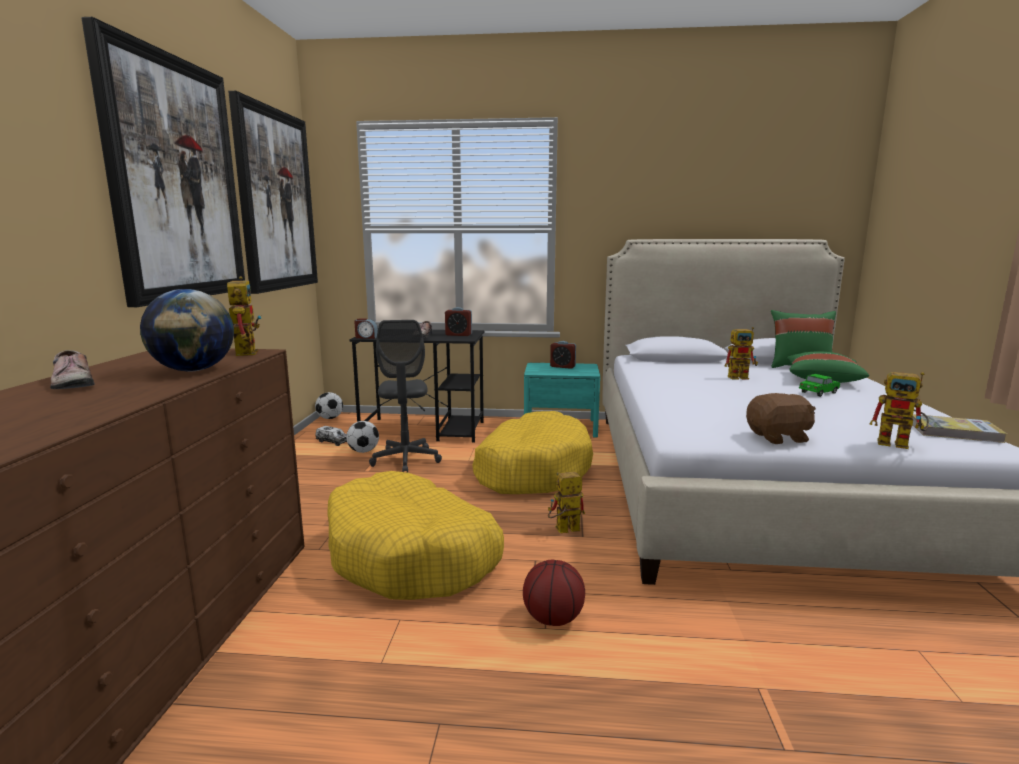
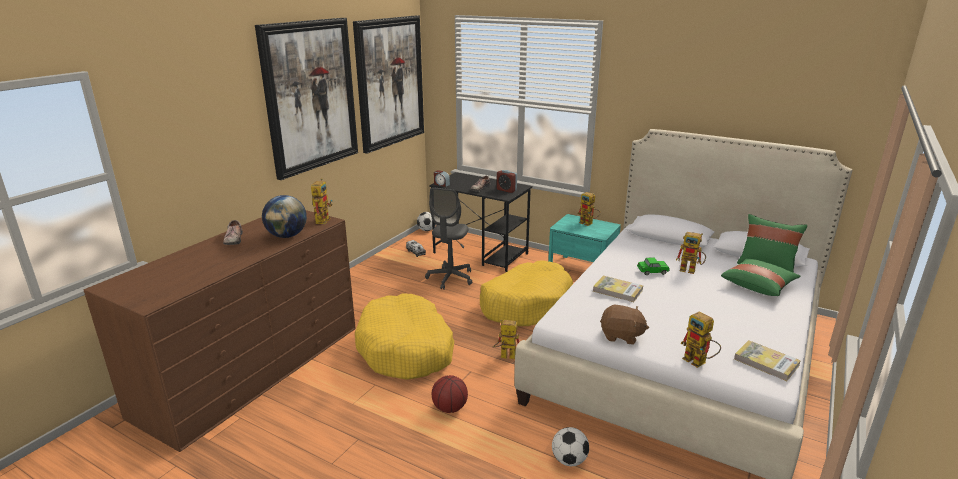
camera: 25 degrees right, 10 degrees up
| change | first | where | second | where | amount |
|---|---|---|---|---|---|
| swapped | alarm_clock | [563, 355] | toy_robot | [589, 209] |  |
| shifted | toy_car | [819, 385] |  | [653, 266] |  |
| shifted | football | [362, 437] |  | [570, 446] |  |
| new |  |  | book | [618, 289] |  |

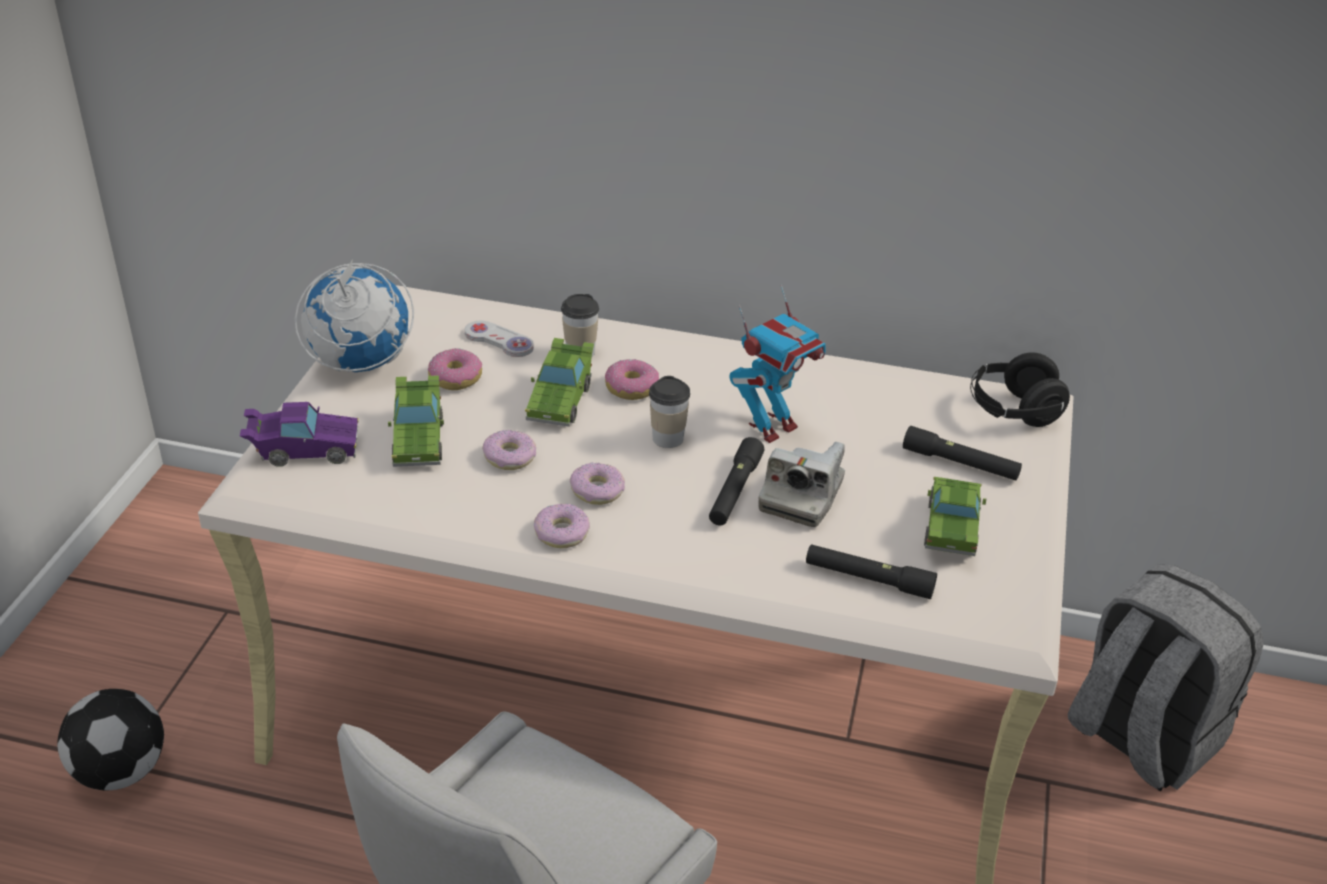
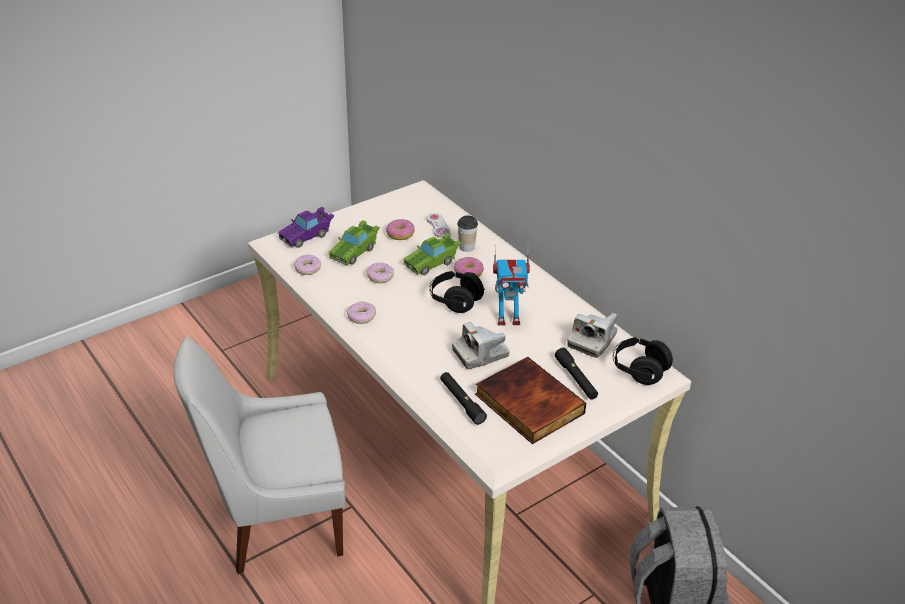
camera: 40 degrees right, 0 degrees up
| change | first | where | second | where | amount |
|---|---|---|---|---|---|
| gone | globe | [354, 315] |  |  |  |
| swapped | cup | [669, 412] | black_headphones | [457, 292] |  |
| rotated | purple_toy_car | [299, 434] |  | [305, 227] | 105 degrees clockwise |
| gone | black_flashlight | [736, 481] |  |  |  |
| shifted | donut | [597, 484] |  | [307, 265] |  |
| swapped | green_toy_car | [955, 516] | book | [530, 400] |  |
| gone | football | [110, 739] |  |  |  |
| new |  |  | photo_camera | [592, 335] |  |

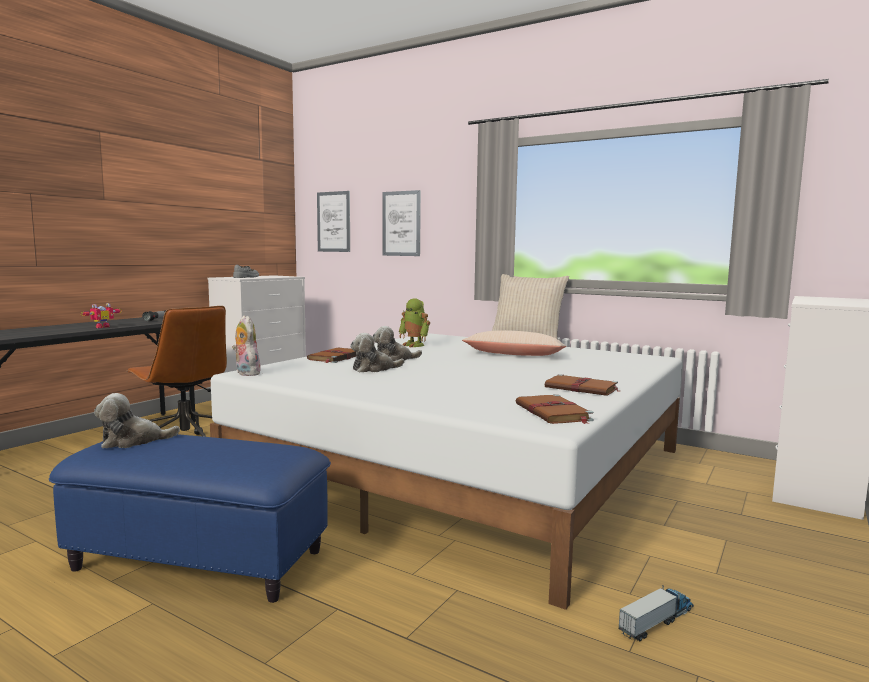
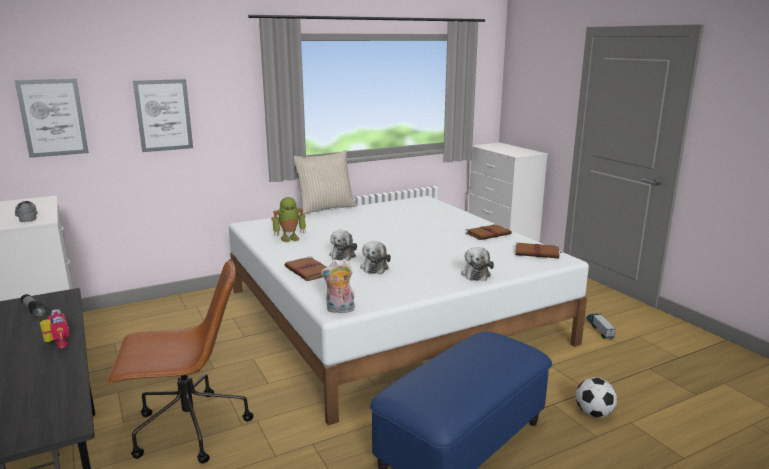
camera: 60 degrees left, 10 degrees up
| change | first | where | second | where | amount |
|---|---|---|---|---|---|
| gone | beige_pillow | [514, 343] |  |  |  |
| shifted | plush_toy | [137, 420] |  | [477, 264] |  |
| new |  |  | football | [596, 397] |  |

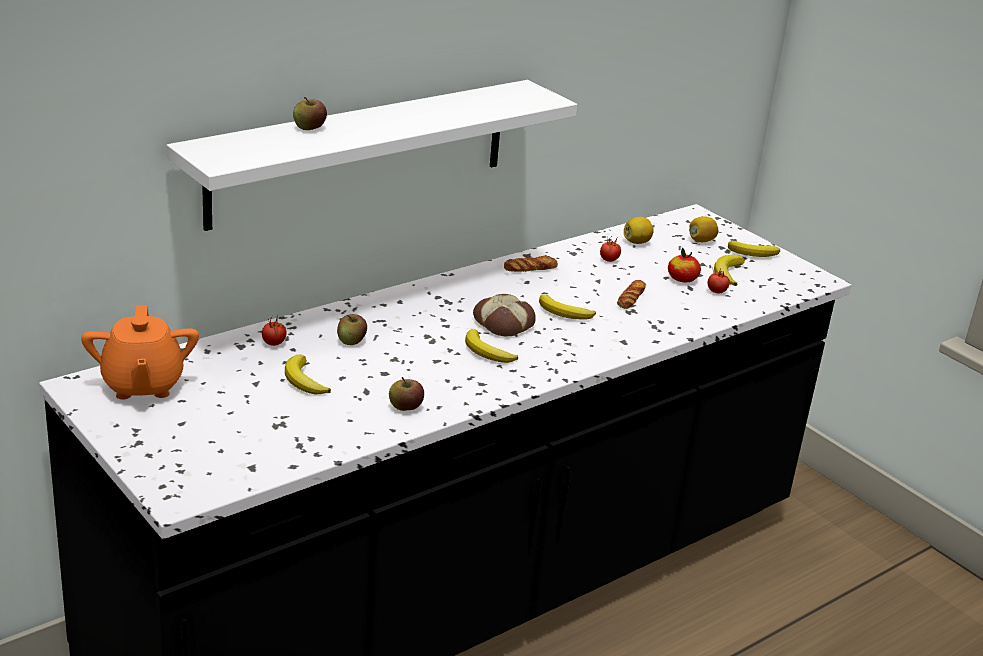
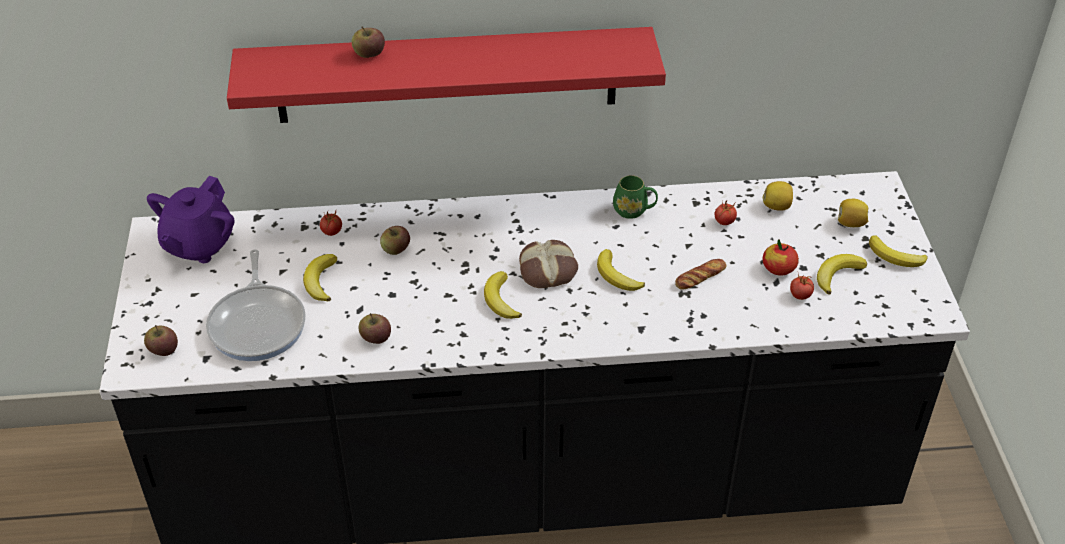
camera: 35 degrees right, 15 degrees up
| change | first | where | second | where | amount |
|---|---|---|---|---|---|
| repainted | white_shelf | [371, 155] | red_shelf | [446, 75] |  |
| swapped | bread | [531, 264] | green_mug | [635, 197] |  |
| repainted | orange_teapot | [140, 352] | purple_teapot | [191, 219] |  |
| new |  |  | frying_pan | [256, 305] |  |
| new |  |  | apple | [161, 340] |  |

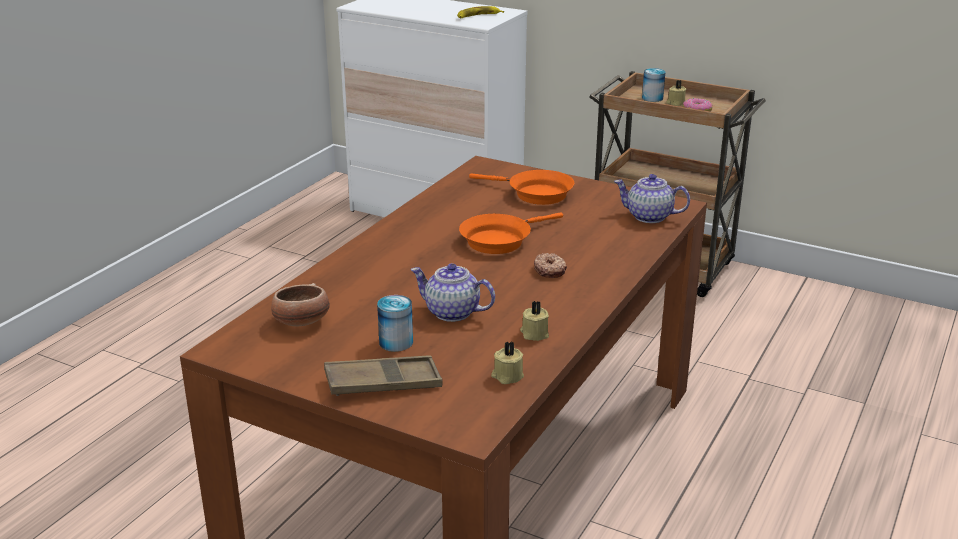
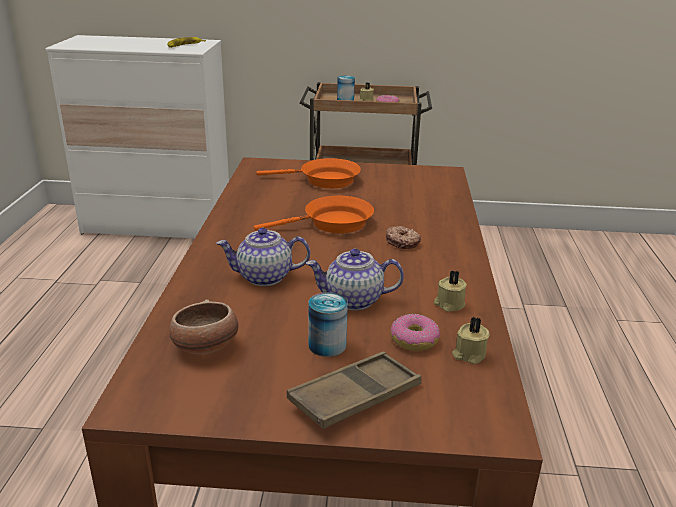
camera: 25 degrees left, 0 degrees up
| change | first | where | second | where | amount |
|---|---|---|---|---|---|
| shifted | teapot | [652, 198] |  | [263, 257] |  |
| rotated | orange_frying_pan | [511, 233] |  | [314, 214] | 135 degrees counterclockwise |
| new |  |  | donut | [415, 332] |  |

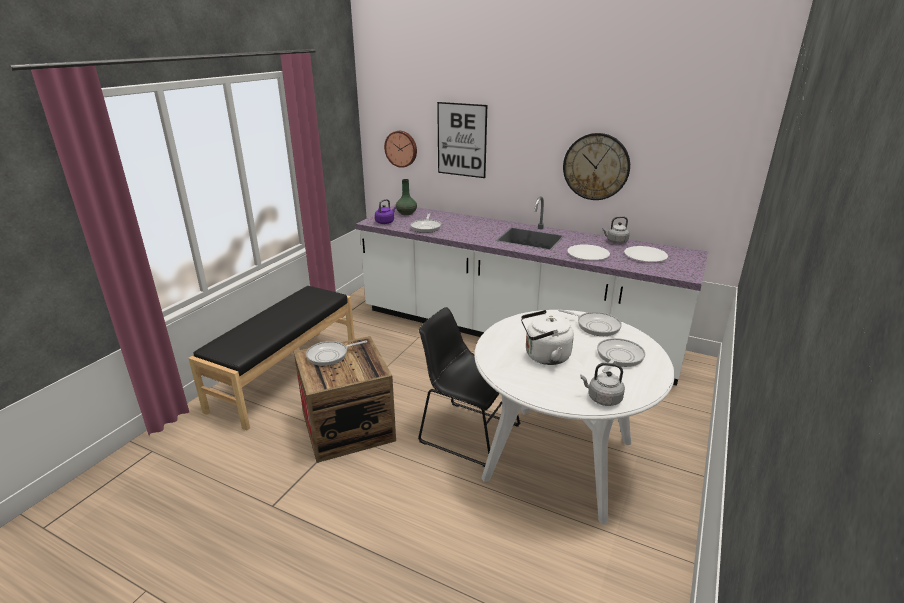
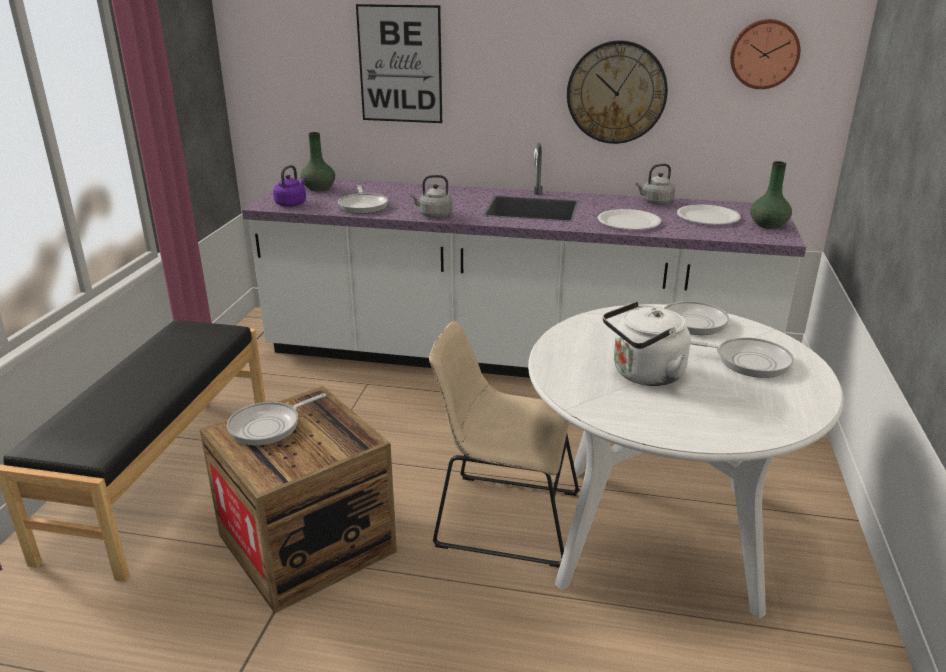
camera: 15 degrees left, 0 degrees up
| change | first | where | second | where | amount |
|---|---|---|---|---|---|
| shifted | wall_clock | [400, 149] |  | [765, 54] |  |
| repainted | black_chair | [469, 387] | beige_chair | [504, 444] |  |
| rotated | frying_pan | [621, 355] |  | [742, 357] | 90 degrees clockwise |
| shifted | grey_kettle | [602, 384] |  | [431, 196] |  |
| new |  |  | green_vase | [771, 195] |  |

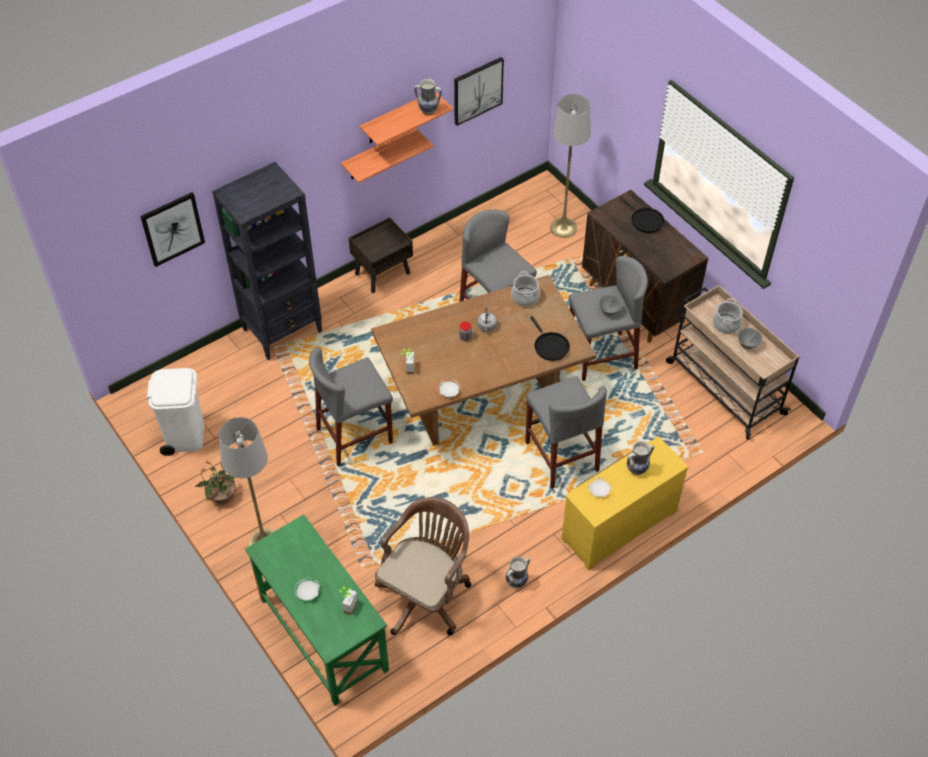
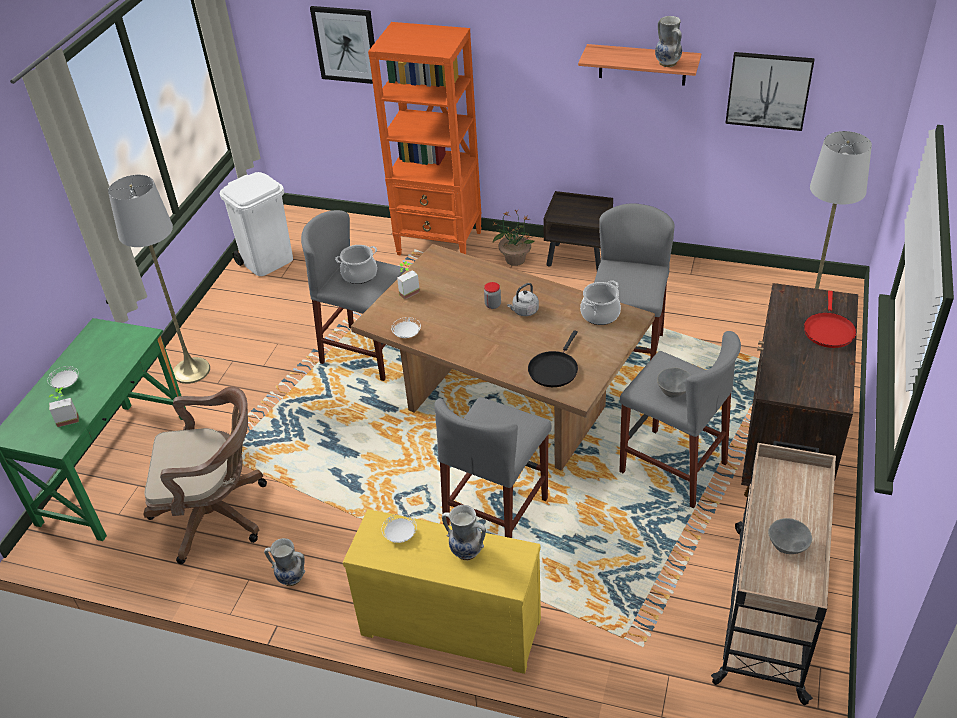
camera: 55 degrees right, 10 degrees down
| change | first | where | second | where | amount |
|---|---|---|---|---|---|
| gone | shelf | [387, 155] |  |  |  |
| repainted | black_bookcase | [267, 261] | orange_bookcase | [425, 138] |  |
| repainted | black_frying_pan | [642, 215] | red_frying_pan | [830, 319] |  |
| shifted | cooking_pot | [727, 315] |  | [356, 264] |  |
| shifted | potted_plant | [215, 482] |  | [513, 238] |  |

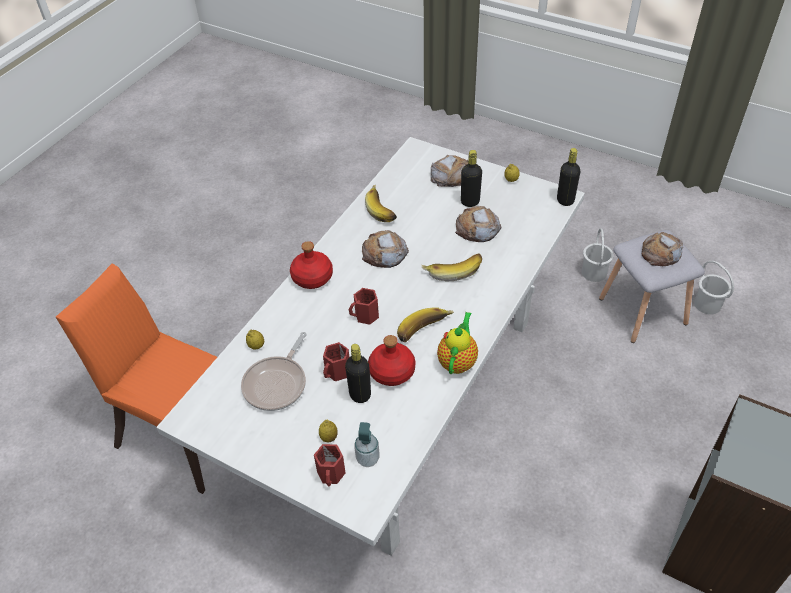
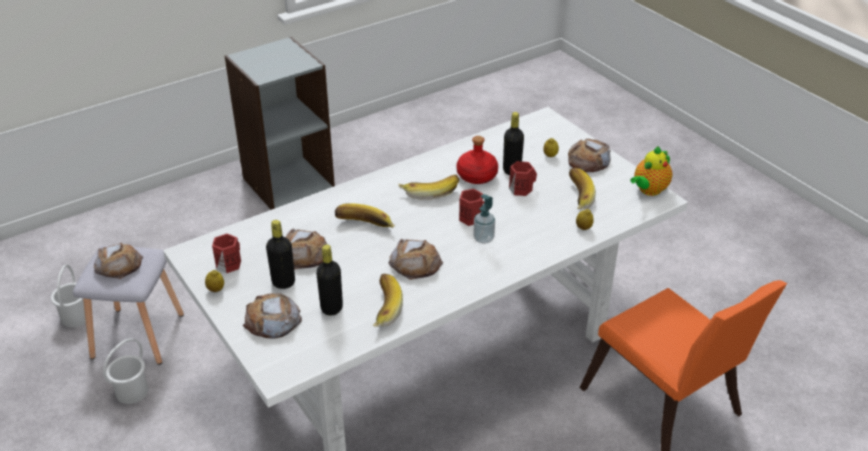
camera: 155 degrees left, 10 degrees down
| change | first | where | second | where | amount |
|---|---|---|---|---|---|
| shifted | black_bottle | [568, 177] |  | [329, 280] |  |
| gone | red_bottle | [311, 265] |  |  |  |
| shifted | teapot | [457, 343] |  | [651, 171] |  |
| swapped | frying_pan | [274, 371] | banana | [582, 188] |  |
| shifted | soap_dispenser | [367, 444] |  | [484, 219] |  |
| shifted | red_mug | [330, 465] |  | [226, 253] |  |
| new |  |  | bread | [589, 155] |  |

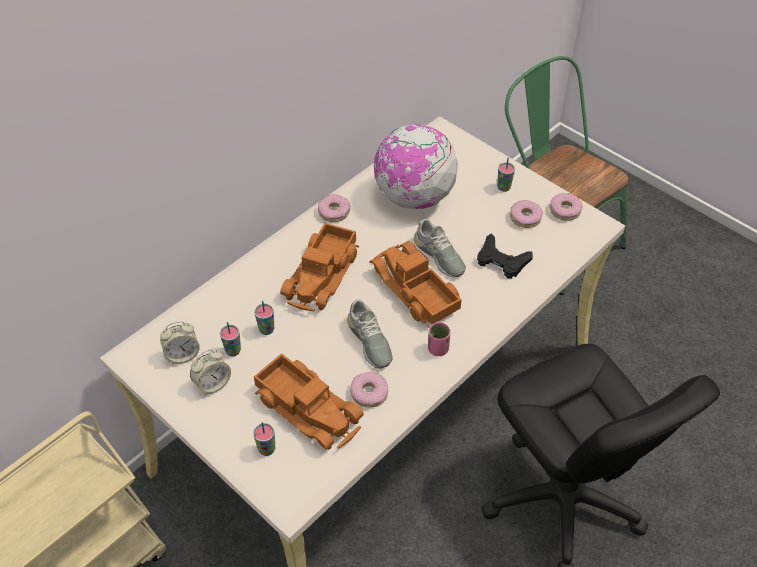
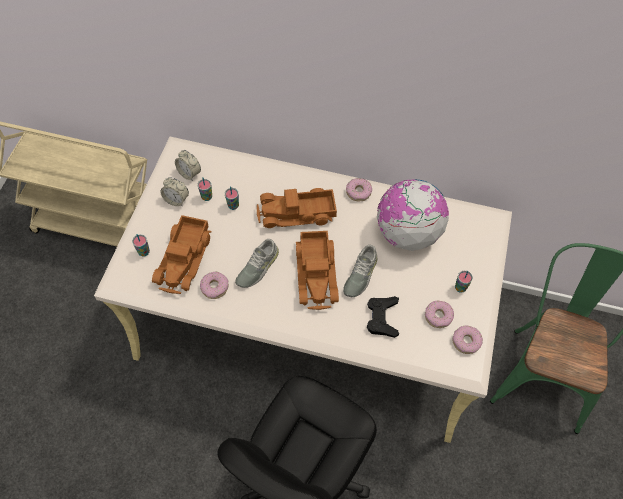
camera: 60 degrees right, 10 degrees up
| change | first | where | second | where | amount |
|---|---|---|---|---|---|
| rotated | toy_truck | [415, 282] |  | [317, 270] | 150 degrees clockwise |
| gone | pink_cup | [439, 339] |  |  |  |

